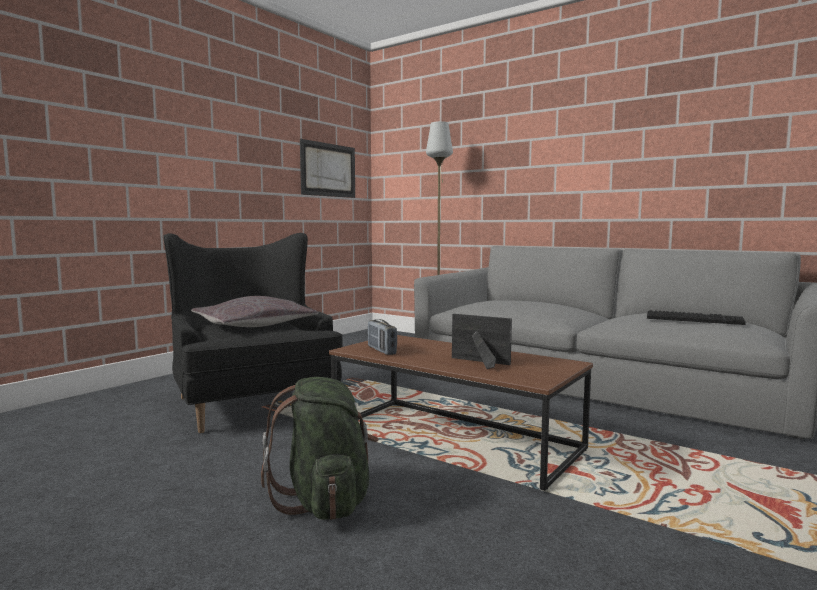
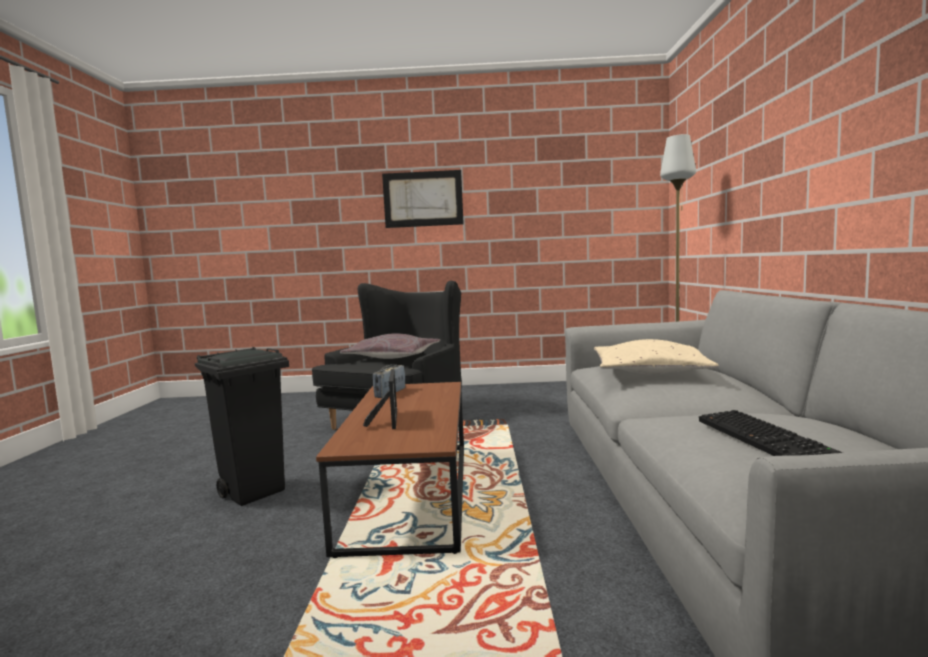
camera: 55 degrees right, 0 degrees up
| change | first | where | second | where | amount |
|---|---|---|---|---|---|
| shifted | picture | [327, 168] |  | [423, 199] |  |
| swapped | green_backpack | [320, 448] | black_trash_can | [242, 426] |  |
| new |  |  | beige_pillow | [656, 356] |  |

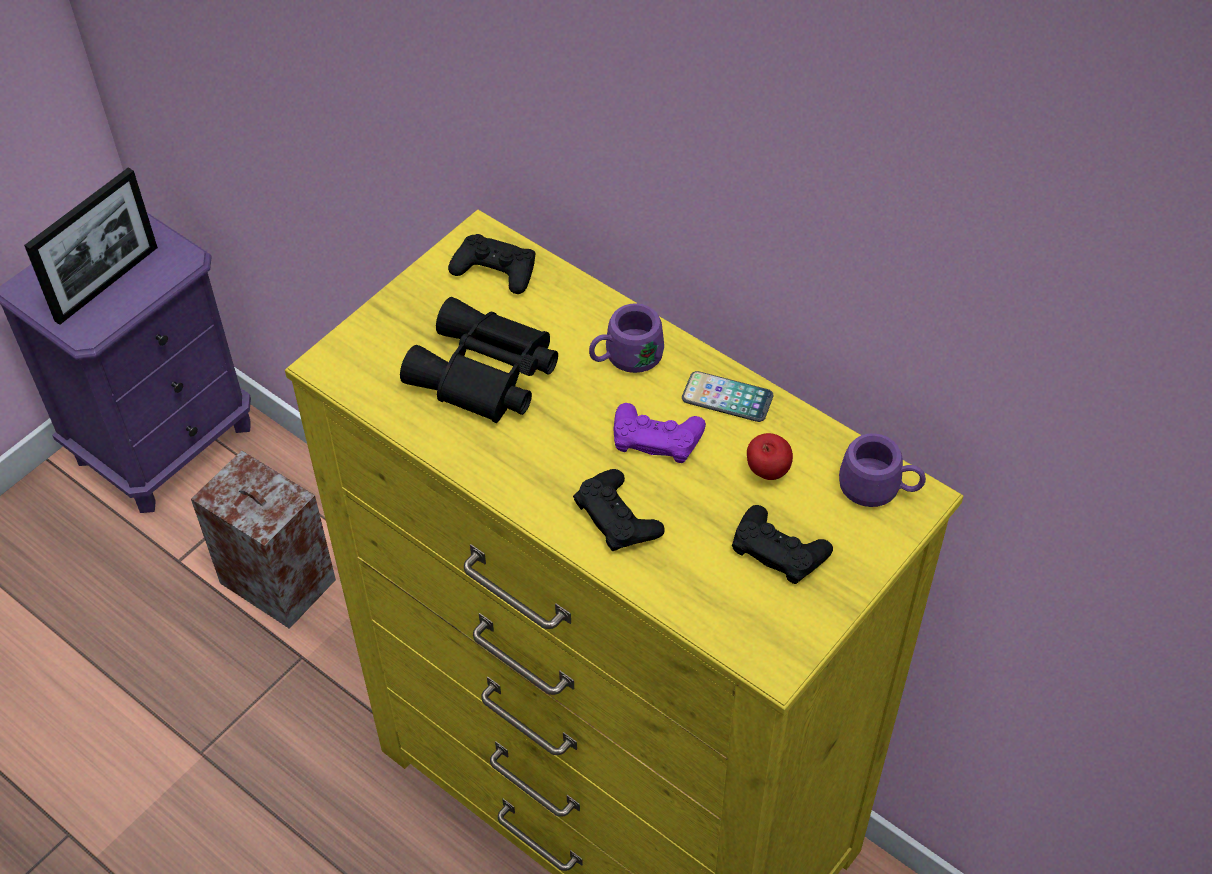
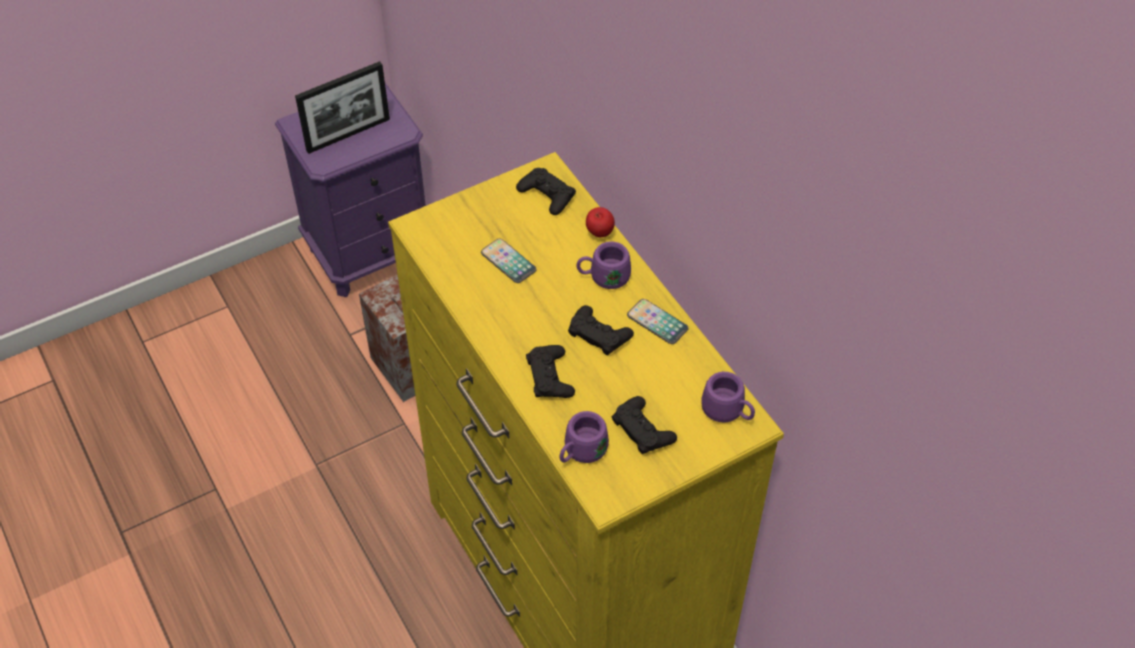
camera: 20 degrees right, 0 degrees up
| change | first | where | second | where | amount |
|---|---|---|---|---|---|
| swapped | black_binoculars | [479, 360] | phone | [509, 261] |  |
| repainted | purple_game_controller | [660, 433] | black_game_controller | [601, 330] |  |
| shifted | apple | [770, 456] |  | [600, 222] |  |
| new |  |  | purple_mug | [584, 437] |  |

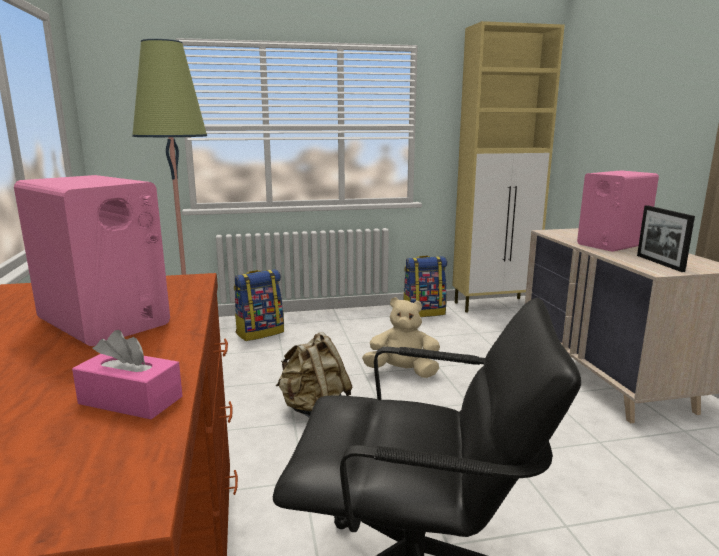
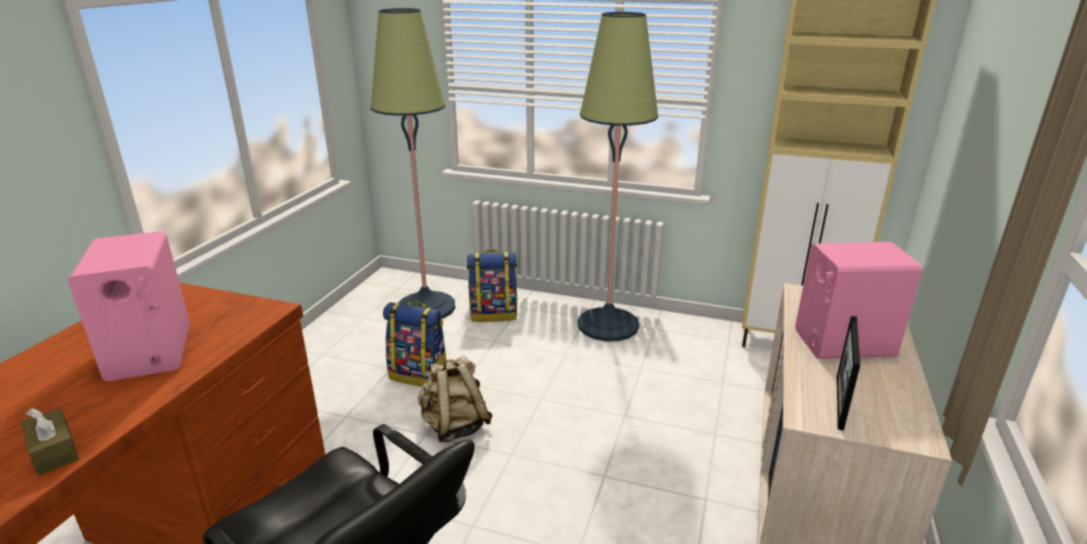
camera: 30 degrees right, 10 degrees up
| change | first | where | second | where | amount |
|---|---|---|---|---|---|
| shifted | backpack | [425, 286] |  | [415, 344] |  |
| gone | beige_plush_toy | [401, 337] |  |  |  |
| repainted | pink_tissue_box | [127, 374] | brown_tissue_box | [50, 441] |  |
| new |  |  | floor_lamp | [618, 177] |  |

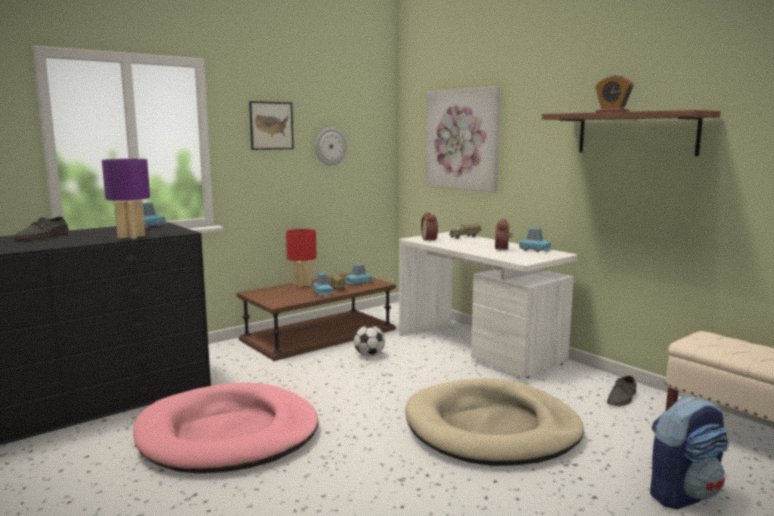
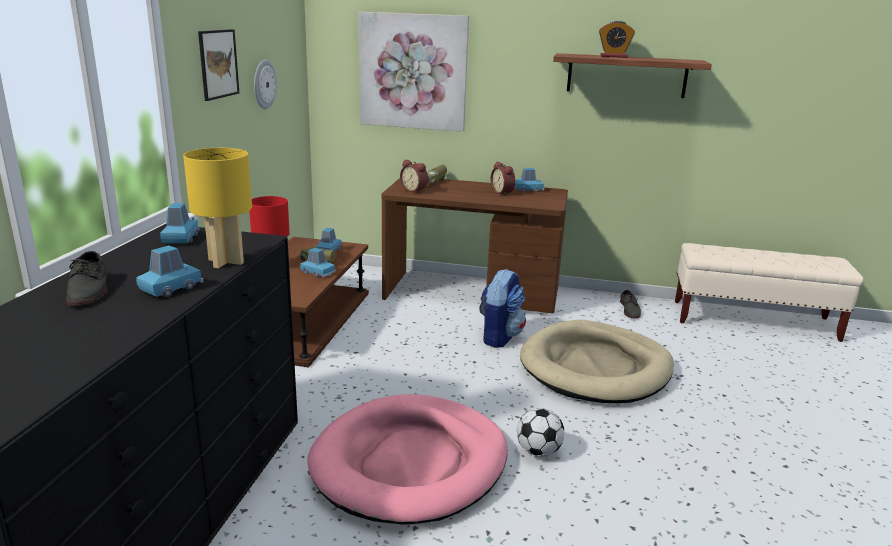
camera: 40 degrees left, 10 degrees up
| change | first | where | second | where | amount |
|---|---|---|---|---|---|
| repainted | purple_table_lamp | [126, 199] | yellow_table_lamp | [217, 208] |  |
| repainted | white_desk | [488, 305] | brown_desk | [475, 245] |  |
| shifted | football | [369, 341] |  | [541, 432] |  |
| shifted | backpack | [689, 453] |  | [502, 308] |  |
| new |  |  | blue_toy_car | [170, 271] |  |

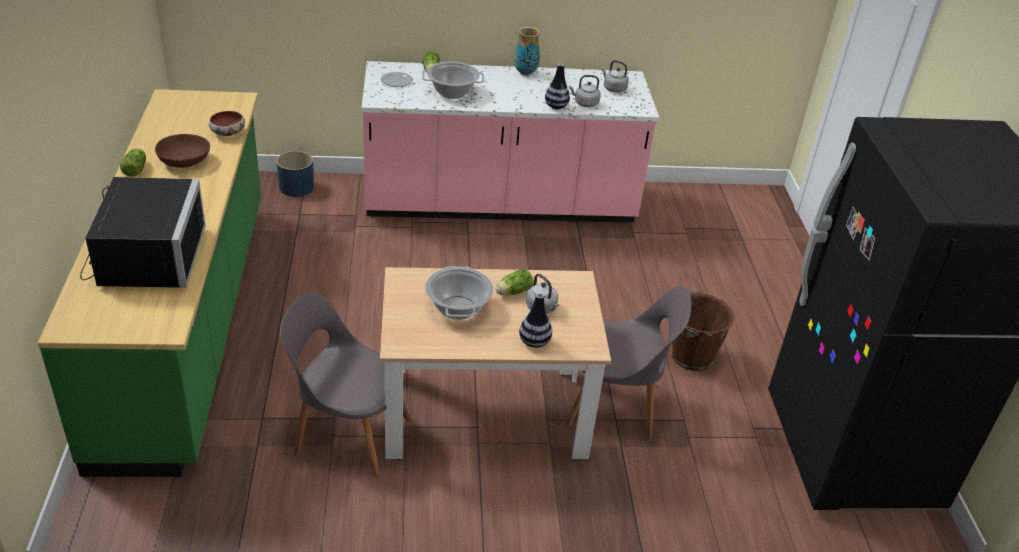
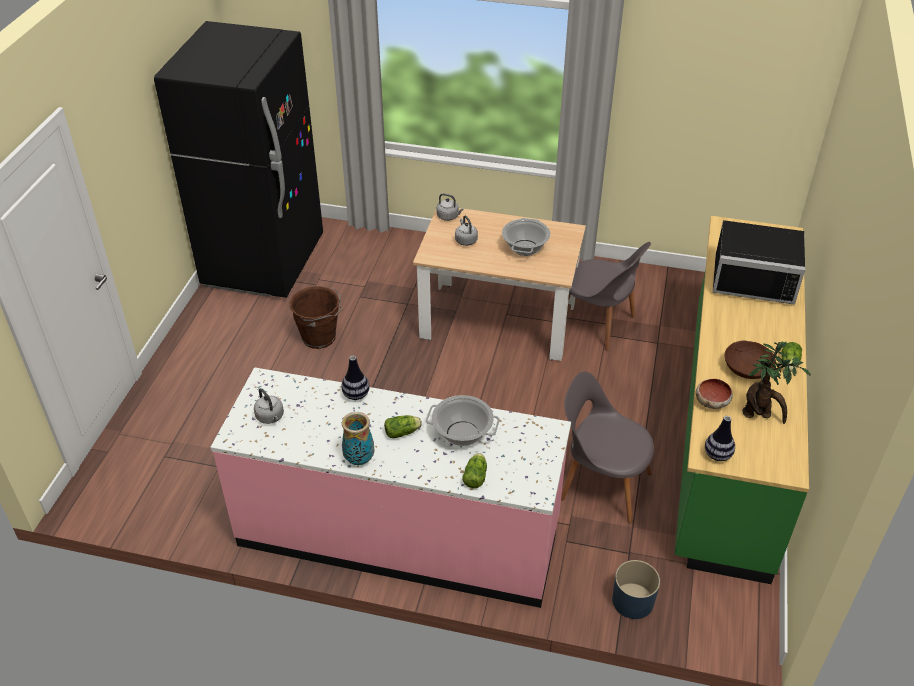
camera: 160 degrees left, 5 degrees up
| change | first | where | second | where | amount |
|---|---|---|---|---|---|
| gone | plate | [397, 79] |  |  |  |
| shifted | grey_kettle | [585, 91] |  | [450, 207] |  |
| rotated | black_microwave | [143, 232] |  | [759, 262] | 90 degrees counterclockwise |
| shifted | lettuce | [514, 282] |  | [403, 426] |  |
| shifted | grey_chair | [628, 363] |  | [607, 447] |  |
| shifted | vase | [535, 320] |  | [720, 438] |  |
| new |  |  | potted_plant | [776, 383] |  |

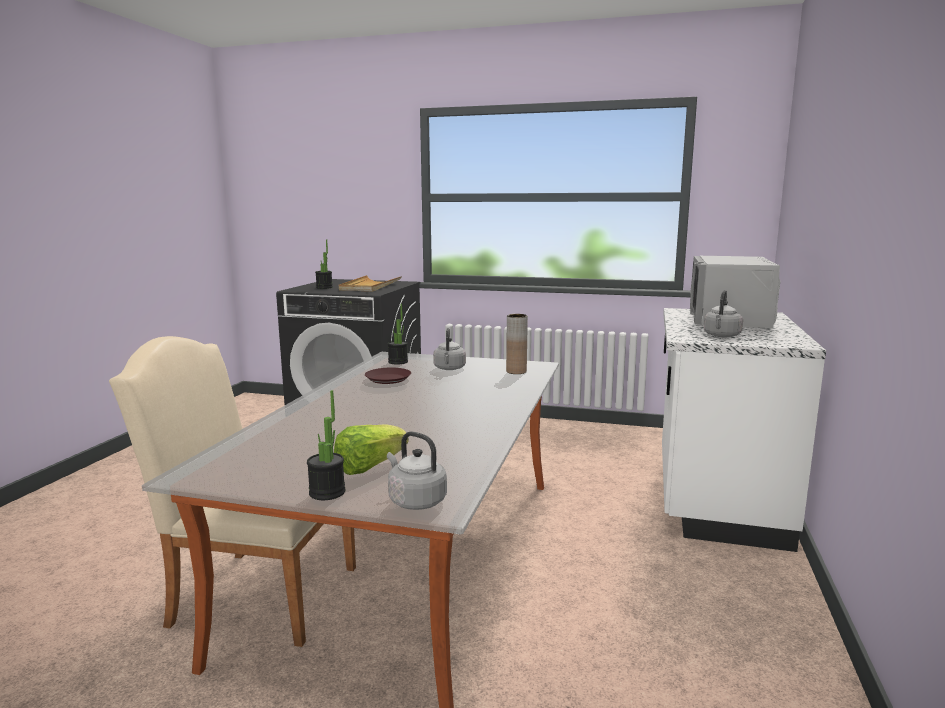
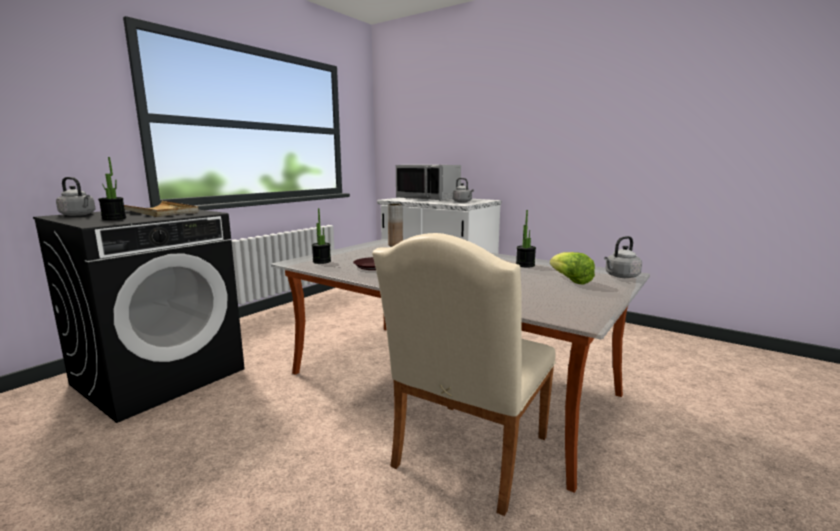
camera: 70 degrees left, 0 degrees up
| change | first | where | second | where | amount |
|---|---|---|---|---|---|
| shifted | grey_kettle | [449, 349] |  | [76, 196] |  |
| shifted | potted_plant | [326, 445] |  | [526, 239] |  |

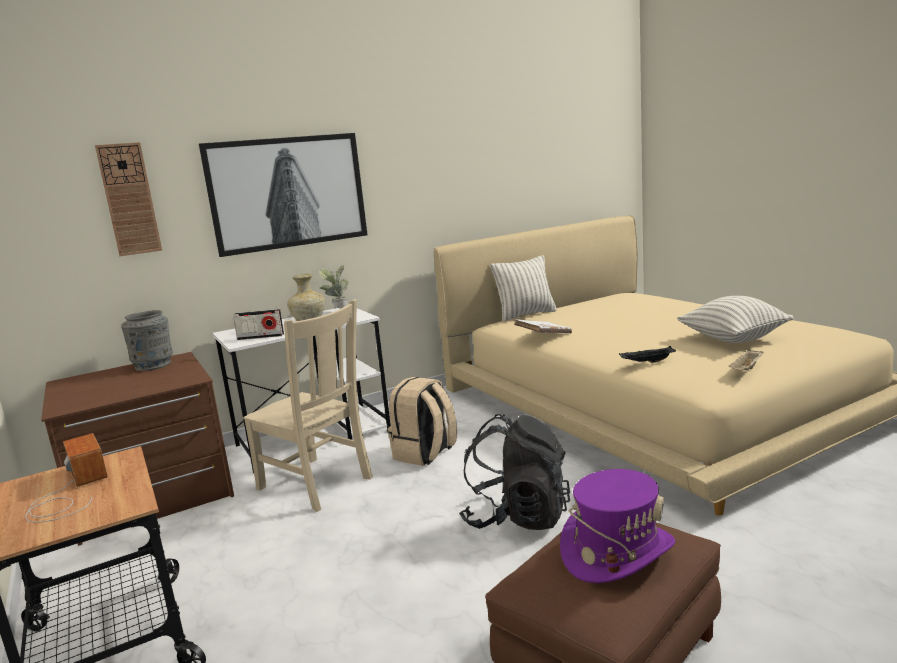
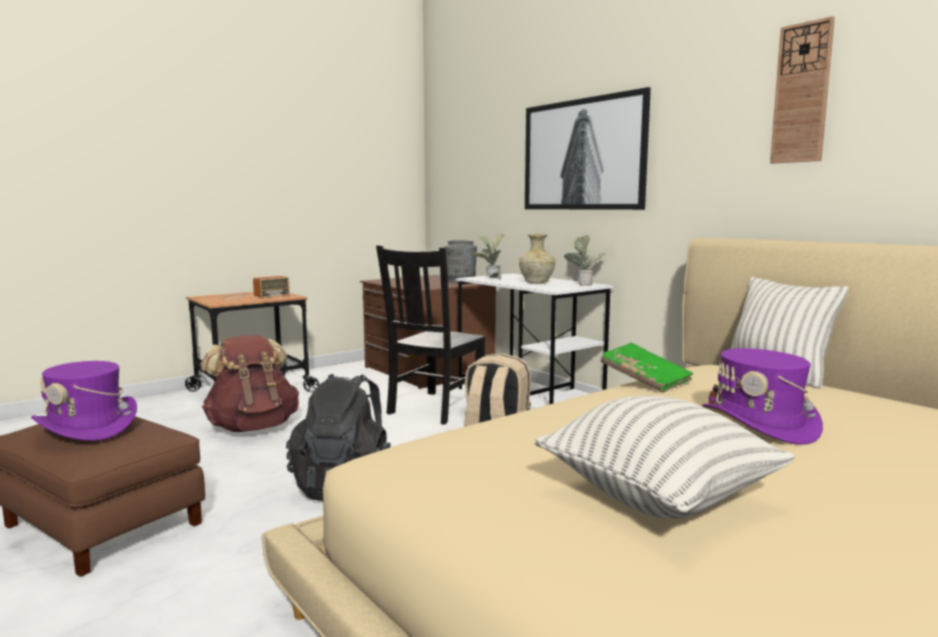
camera: 80 degrees right, 5 degrees down
| change | first | where | second | where | amount |
|---|---|---|---|---|---|
| shifted | wall_clock | [128, 199] |  | [802, 90] |  |
| repainted | beige_chair | [308, 405] | black_chair | [430, 335] |  |
| swapped | radio | [258, 324] | potted_plant | [489, 256] |  |
| repainted | white_book | [543, 326] | green_book | [647, 368] |  |
| gone | black_tray | [647, 354] |  |  |  |
| gone | beige_tray | [746, 359] |  |  |  |
| new |  |  | brown_backpack | [250, 383] |  |
| new |  |  | purple_hat | [762, 396] |  |

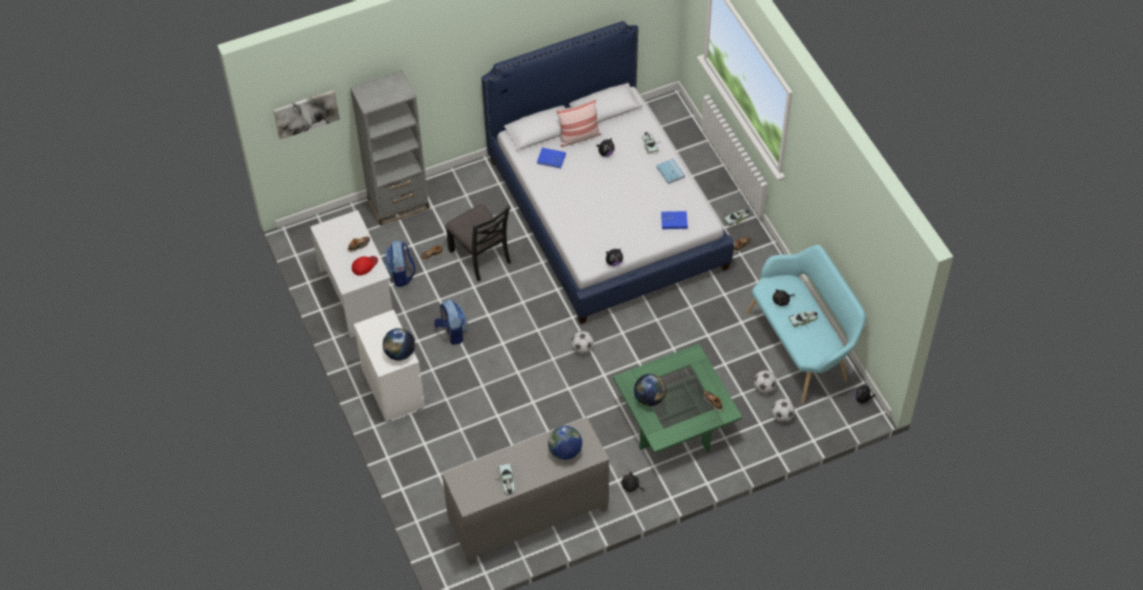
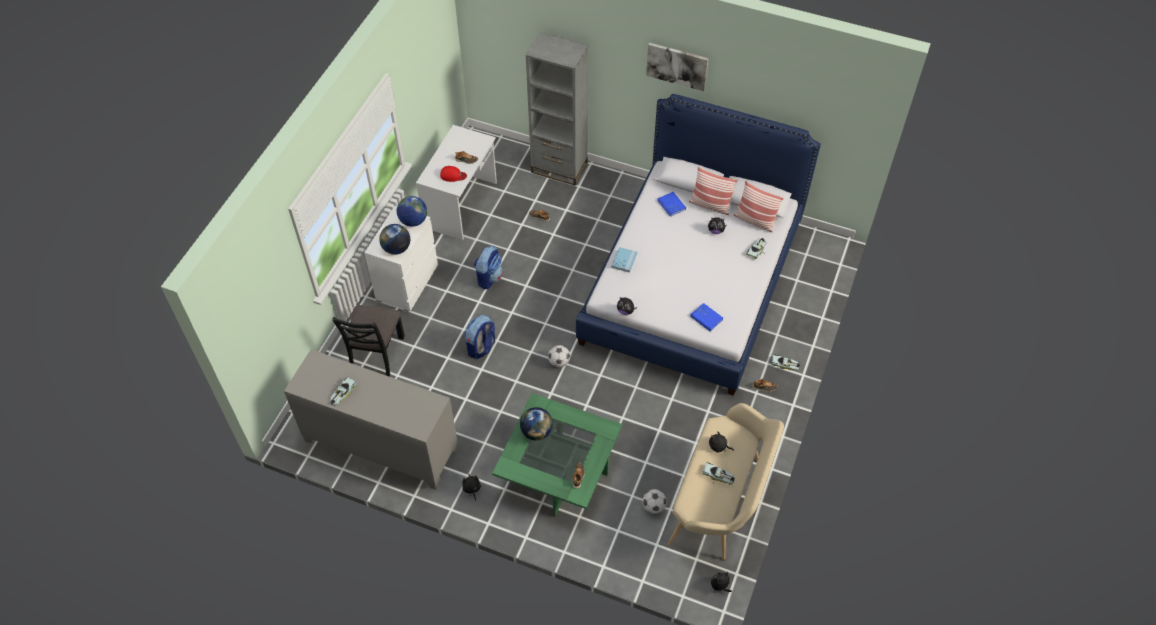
camera: 45 degrees right, 0 degrees up
| change | first | where | second | where | amount |
|---|---|---|---|---|---|
| shifted | picture | [306, 115] |  | [677, 67] |  |
| shifted | blue_book | [670, 171] |  | [624, 260] |  |
| shifted | black_chair | [478, 243] |  | [368, 341] |  |
| shifted | backpack | [400, 263] |  | [480, 337] |  |
| repainted | turquoise_bench | [806, 324] | beige_bench | [726, 481] |  |
| gone | football | [783, 410] |  |  |  |
| shifted | globe | [565, 443] |  | [412, 211] |  |
| new |  |  | pillow | [759, 206] |  |

